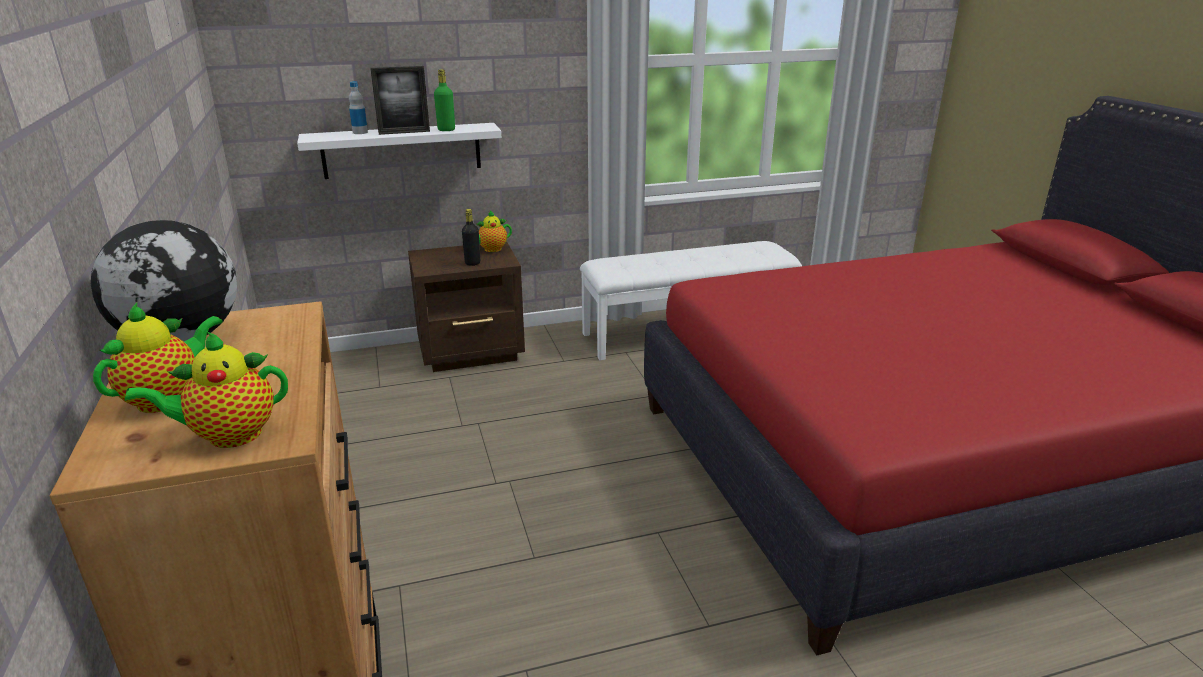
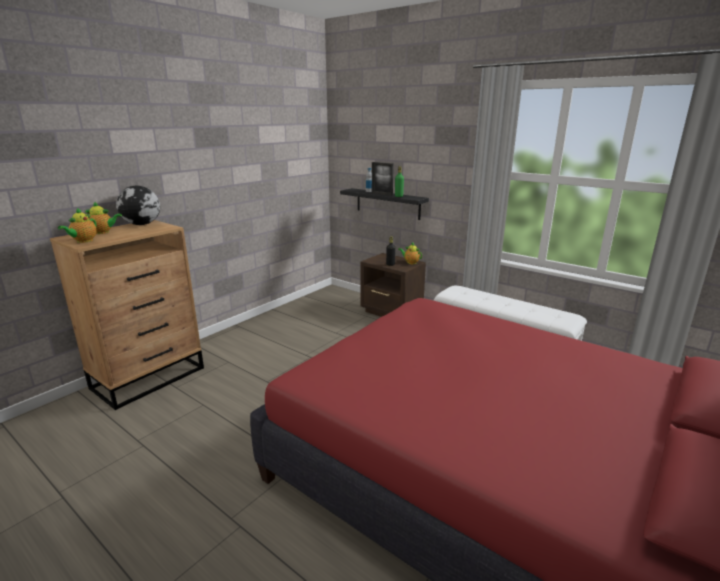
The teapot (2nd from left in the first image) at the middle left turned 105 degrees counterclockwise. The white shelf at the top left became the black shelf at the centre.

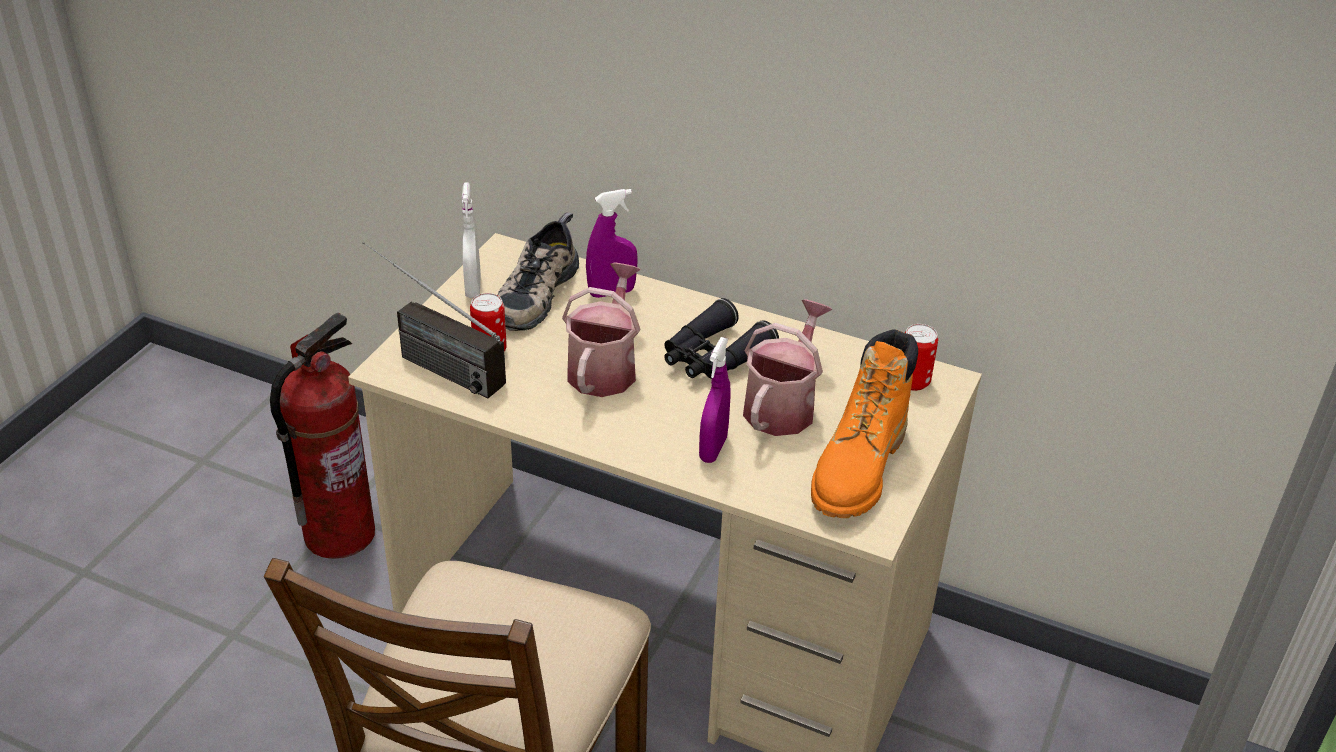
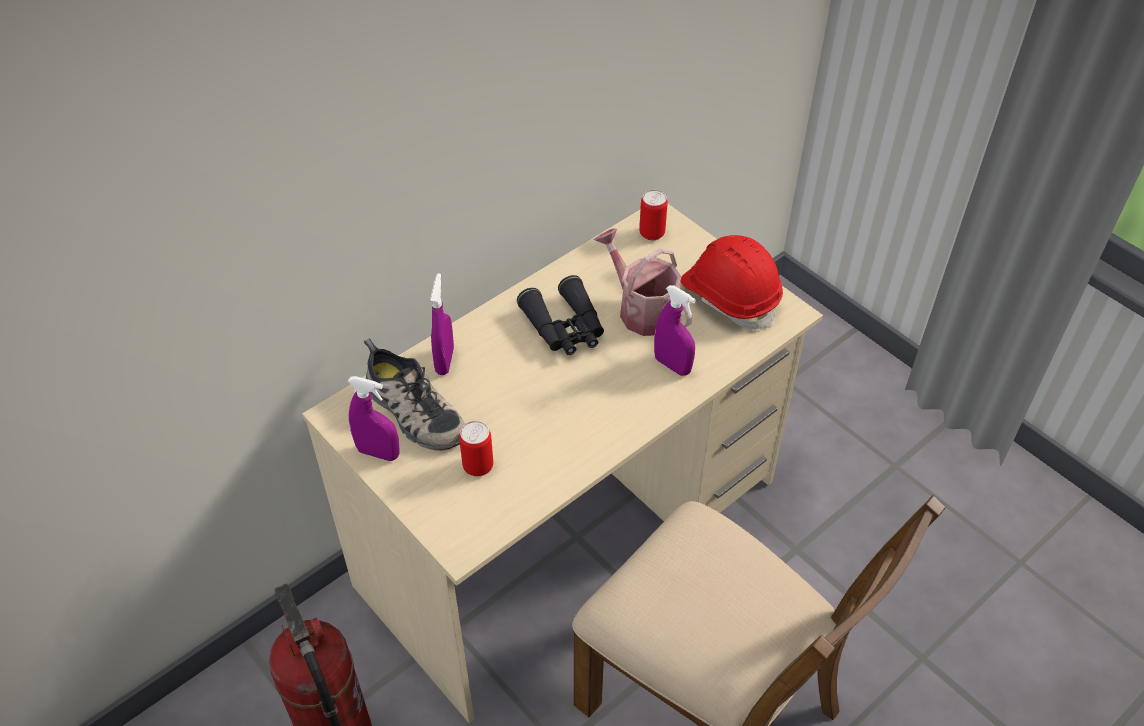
The radio at the middle left disappeared. The white spray bottle at the top centre became the purple spray bottle (1st from left) at the middle left. The watering can (1st from left) at the centre disappeared. The orange boot at the centre was replaced by the red hard hat at the centre.

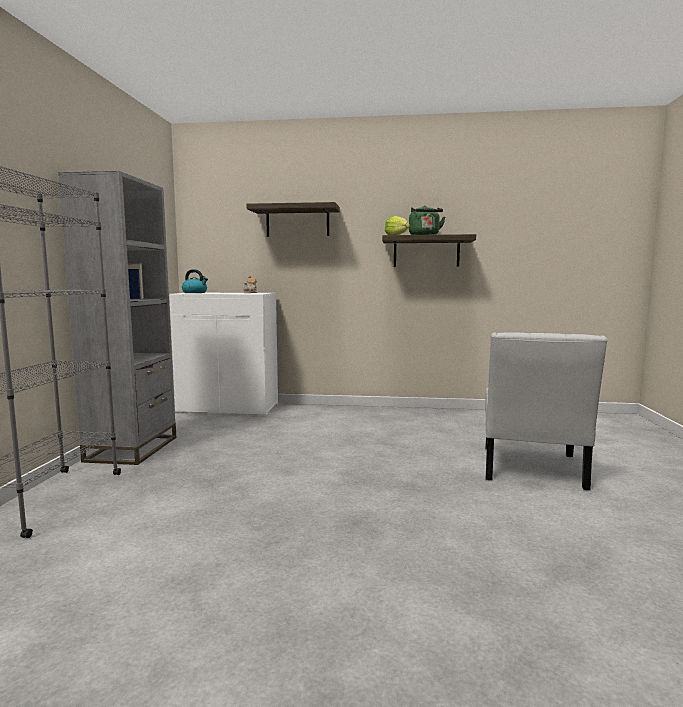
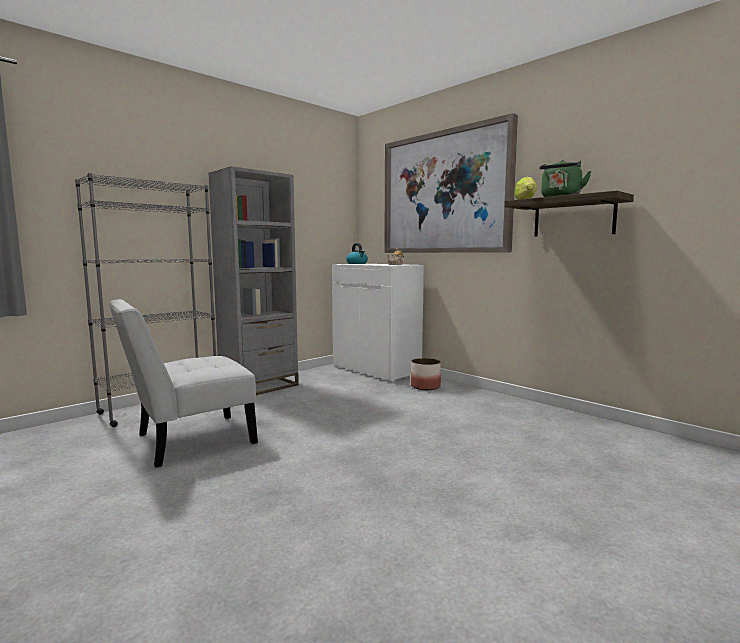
The shelf (1st from left) at the top centre was replaced by the picture at the top centre. The white chair moved from the middle right to the middle left. The planter at the centre appeared.

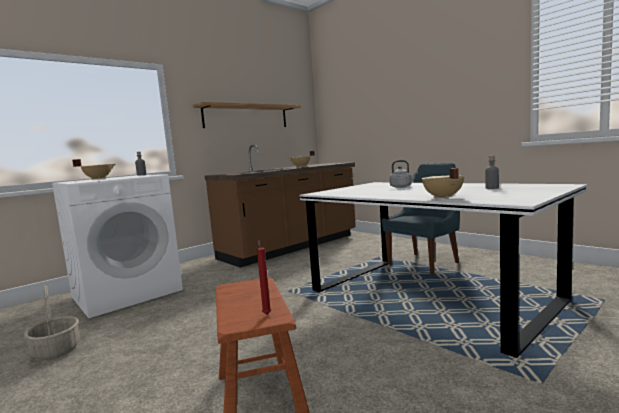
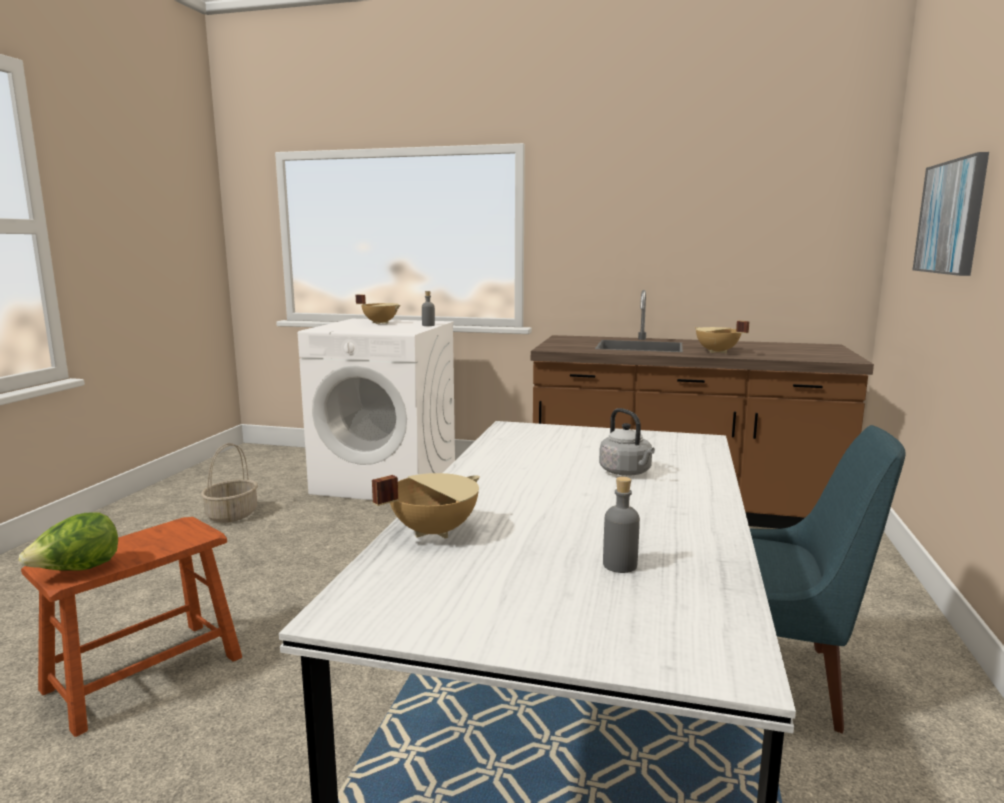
The shelf at the top centre disappeared. The red candle at the bottom centre was replaced by the lettuce at the bottom left. The picture at the top right appeared.

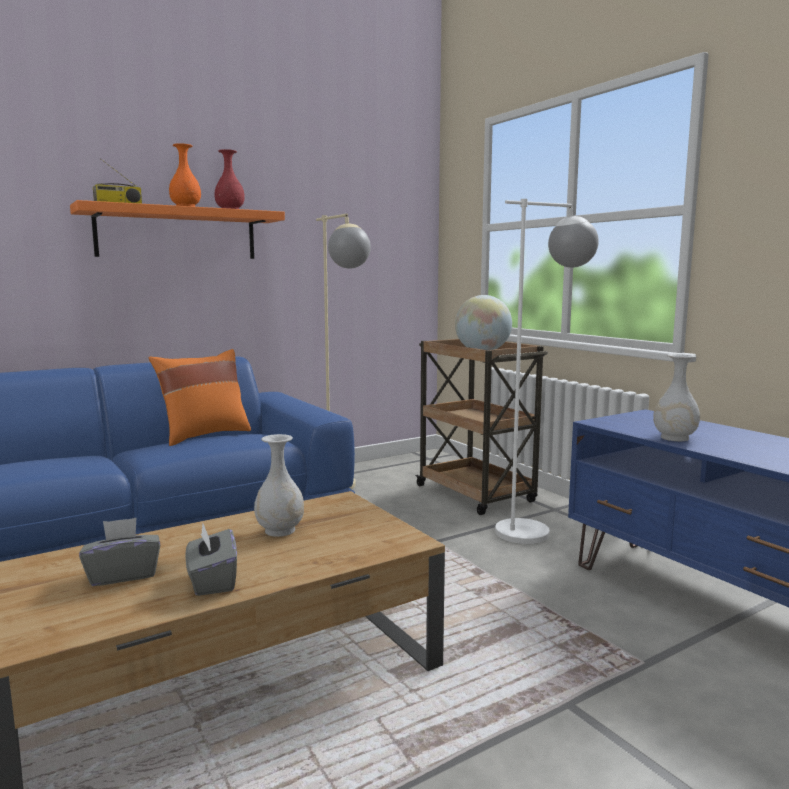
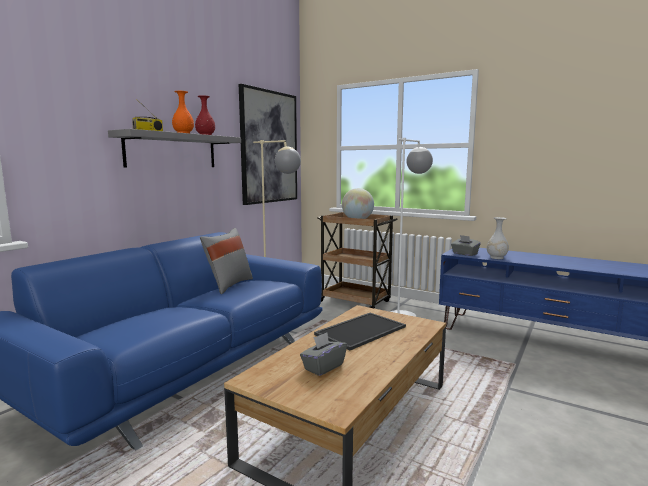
The orange shelf at the top left became the grey shelf at the top left. The orange pillow at the middle left became the grey pillow at the centre. The grey tissue box (2nd from left) moved from the bottom left to the middle right. The white vase (1st from left) at the centre was replaced by the tray at the bottom centre. The picture at the top centre appeared.

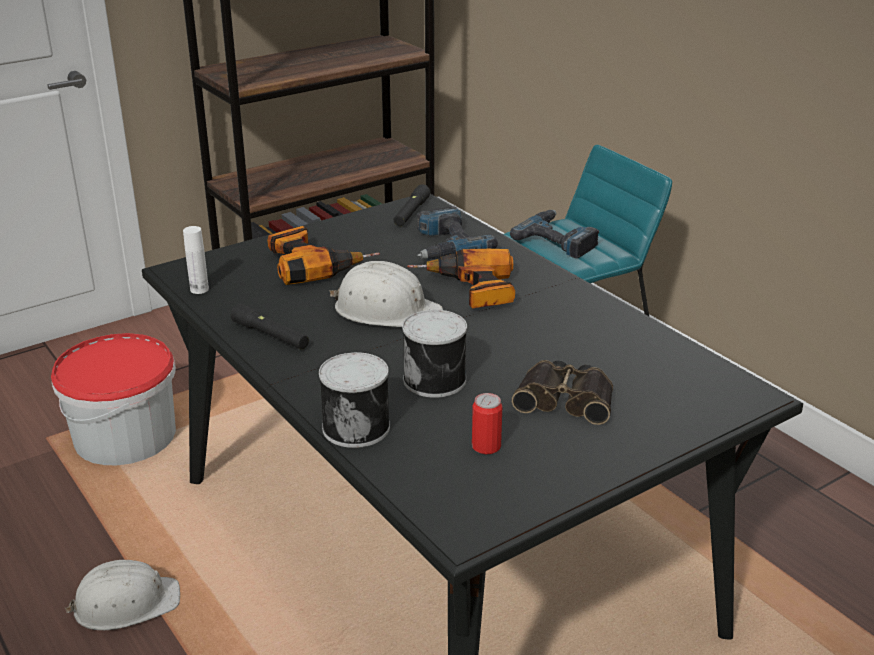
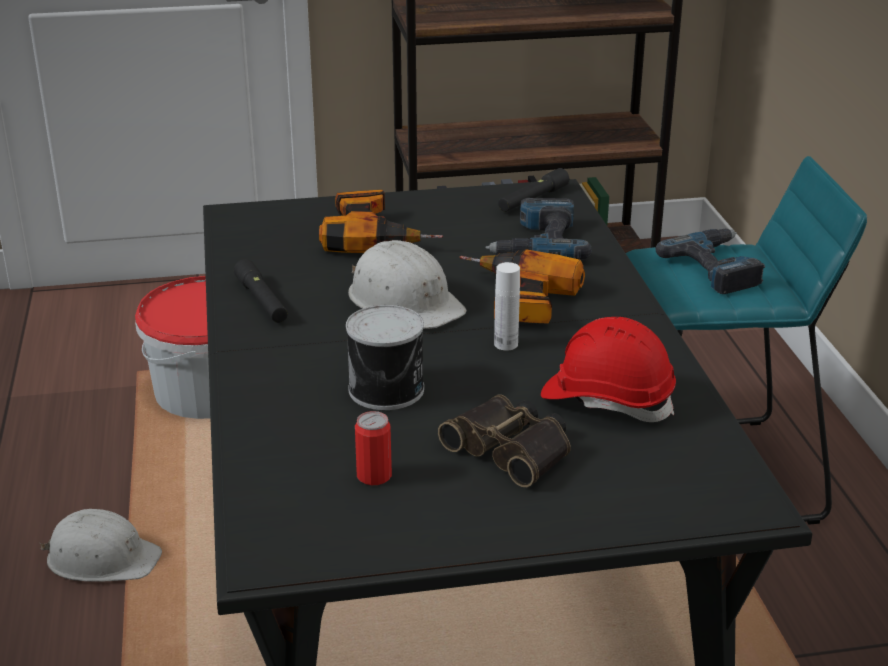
The white bottle moved from the middle left to the centre. The can (1st from left) at the centre disappeared. The red hard hat at the middle right appeared.

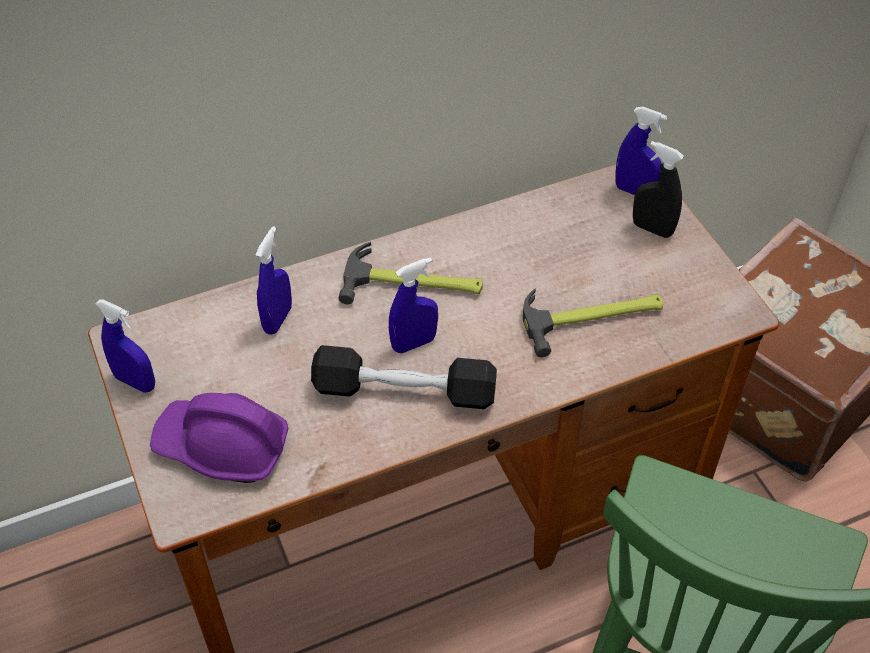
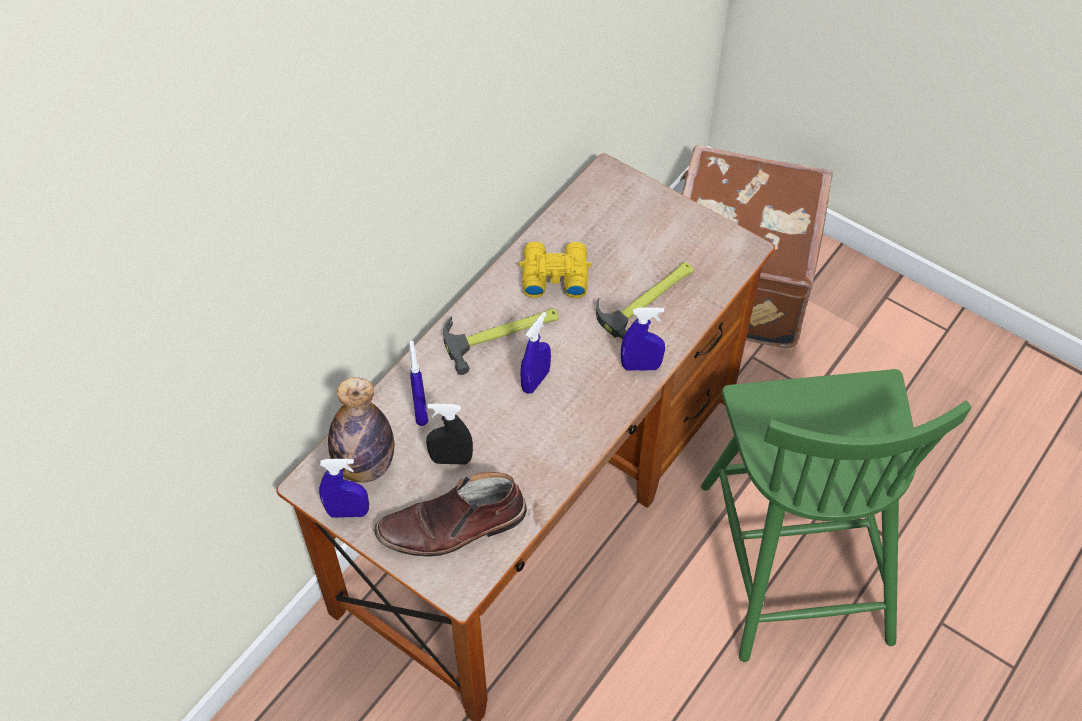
The purple hard hat at the bottom left was replaced by the brown boot at the bottom centre. The black dumbbell at the centre disappeared. The blue spray bottle (4th from left) moved from the top right to the centre. The black spray bottle moved from the top right to the centre. The bottle at the centre appeared. The yellow binoculars at the centre appeared.

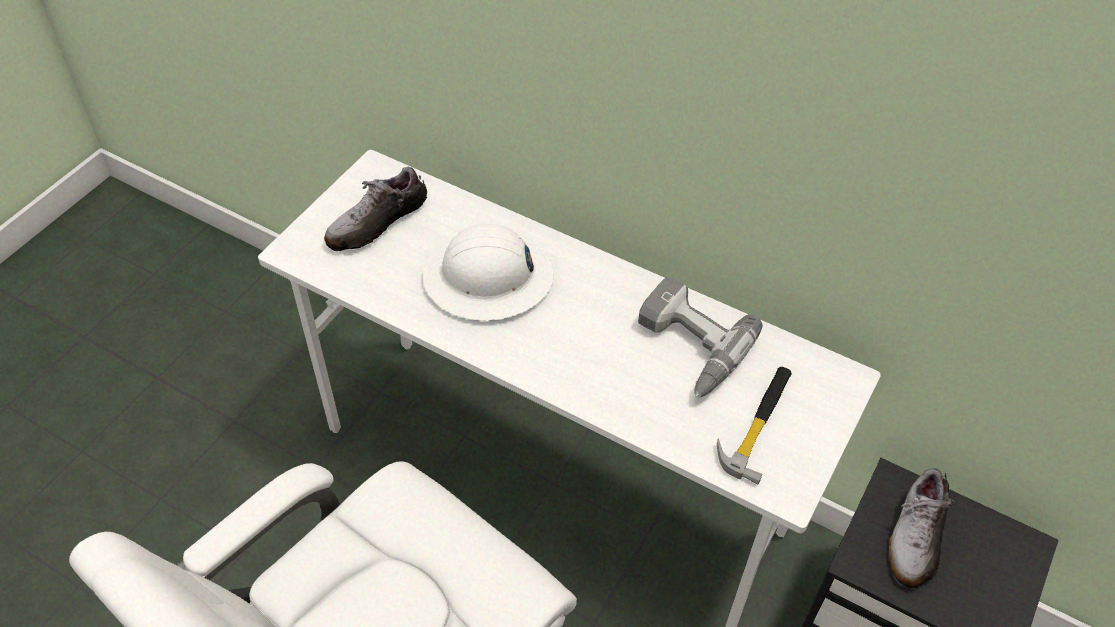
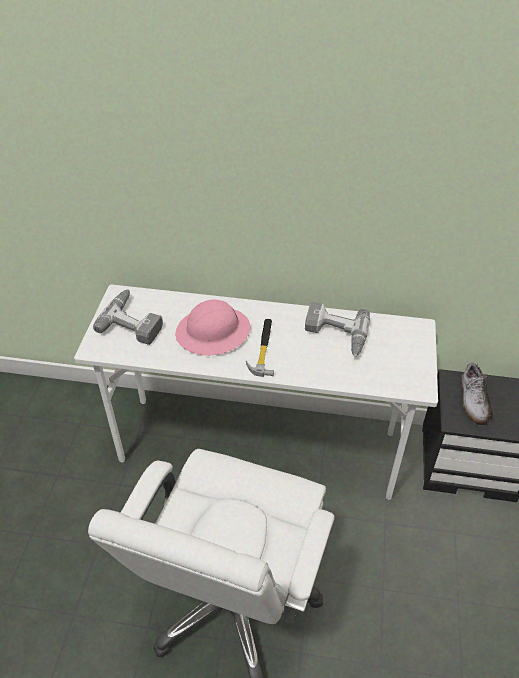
The shoe (1st from left) at the top centre was replaced by the power drill (1st from left) at the middle left. The white hard hat at the centre became the pink hard hat at the centre. The hammer moved from the bottom right to the centre.

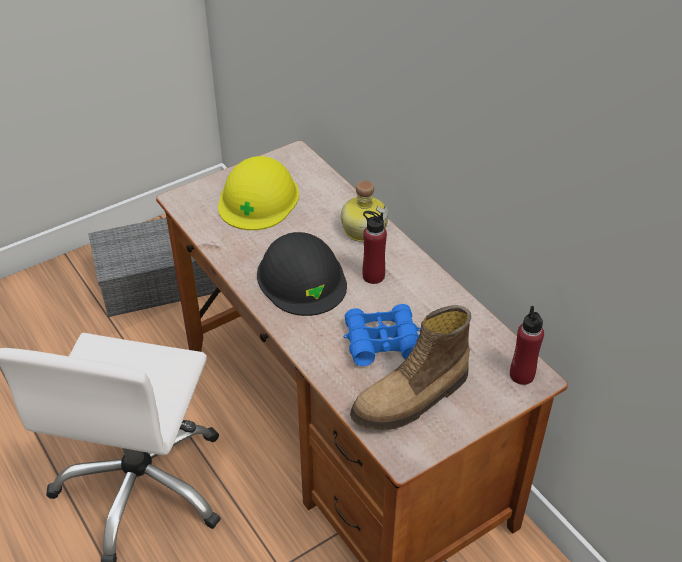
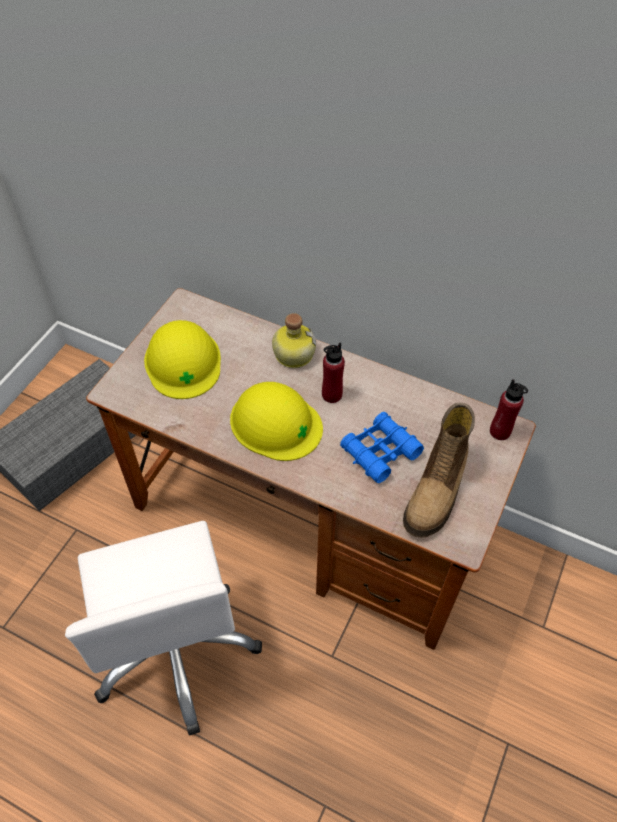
The black hard hat at the centre became the yellow hard hat (2nd from left) at the centre.

